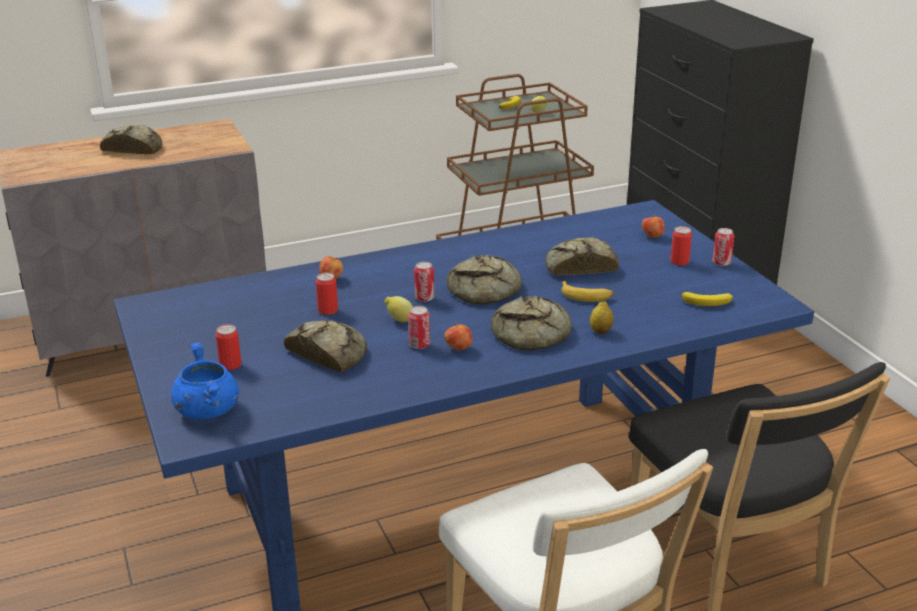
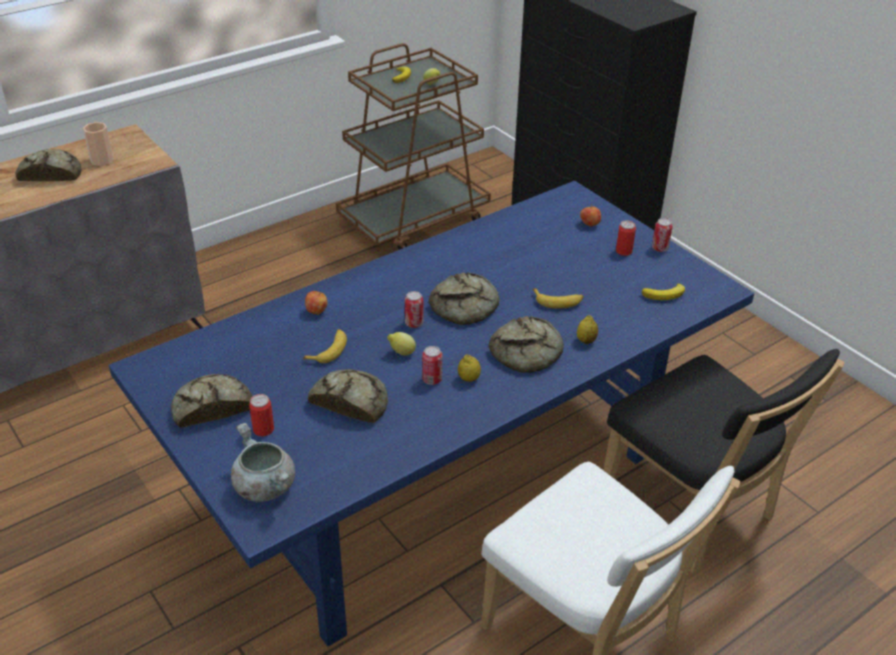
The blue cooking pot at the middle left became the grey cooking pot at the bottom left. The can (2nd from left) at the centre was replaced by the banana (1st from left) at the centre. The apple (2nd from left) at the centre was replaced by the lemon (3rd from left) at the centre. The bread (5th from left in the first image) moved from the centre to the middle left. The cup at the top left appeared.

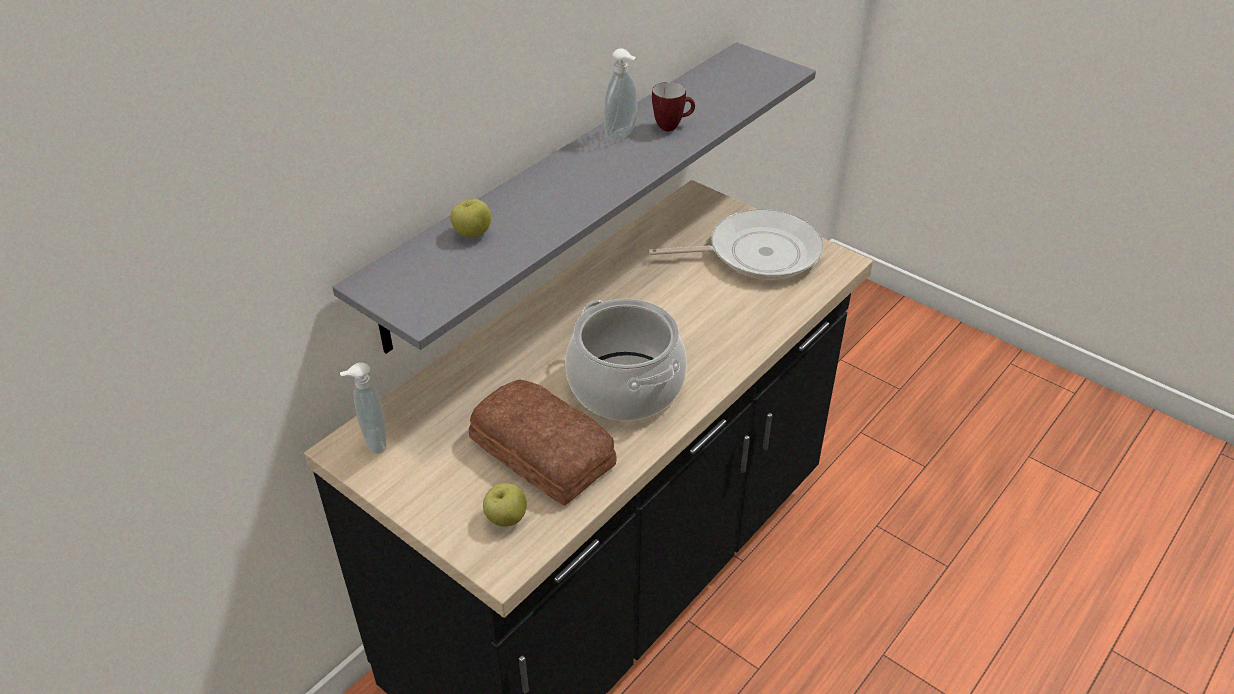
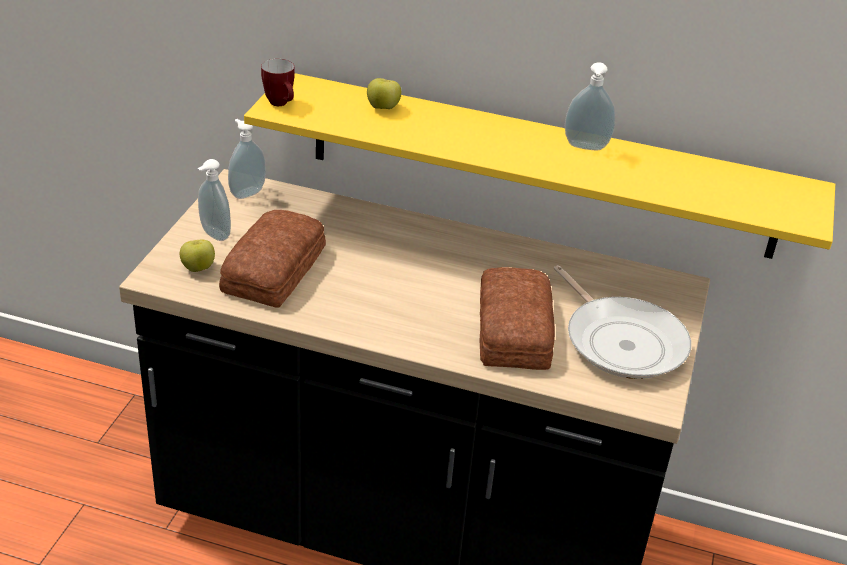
The grey shelf at the top centre became the yellow shelf at the top centre. The cooking pot at the centre disappeared. The mug moved from the top centre to the top left. The soap dispenser (1st from left) at the middle left appeared. The bread (2nd from left) at the centre appeared.

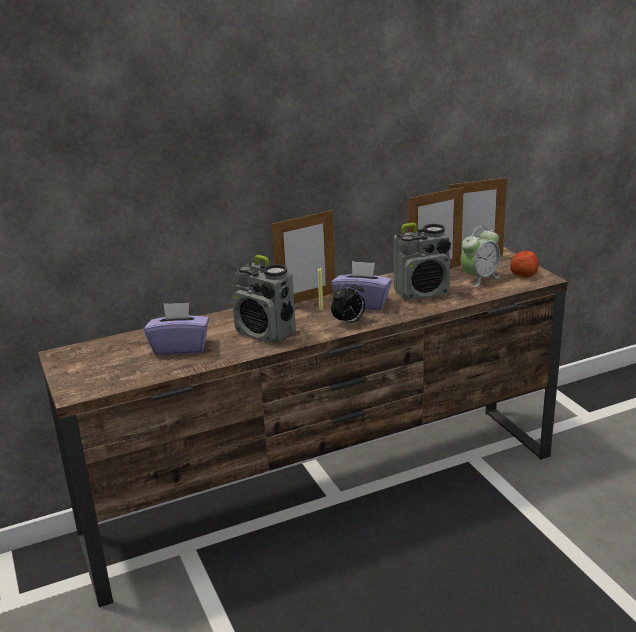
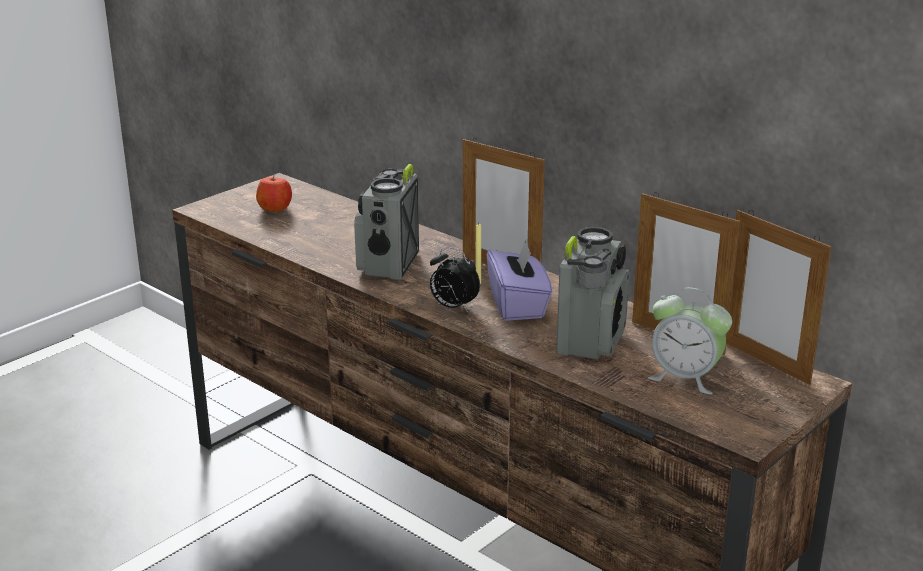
The purple tissue box (1st from left) at the middle left disappeared. The radio (2nd from left) at the centre turned 120 degrees counterclockwise. The apple moved from the middle right to the middle left.

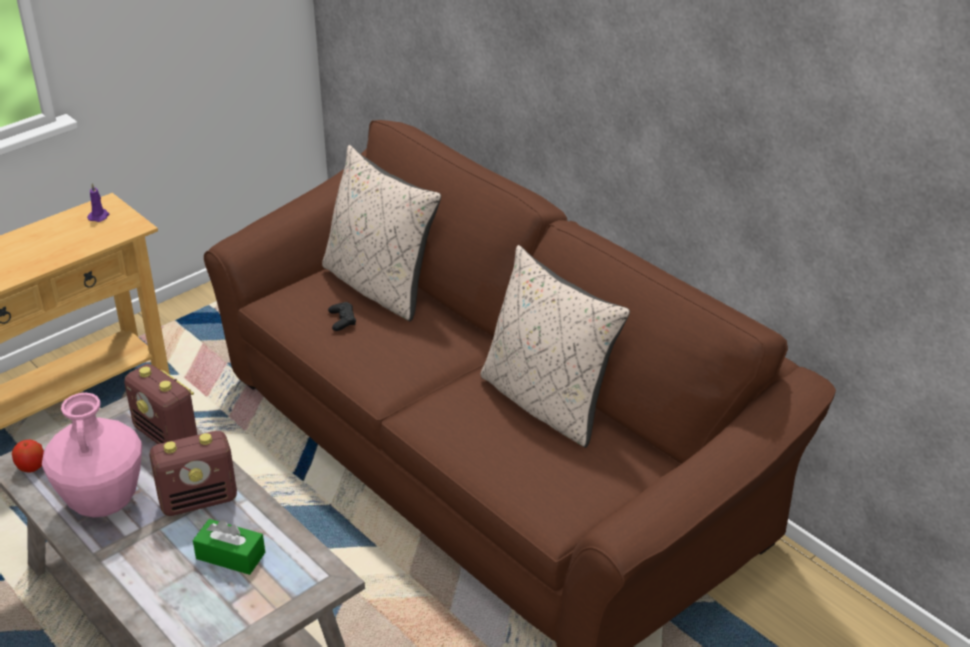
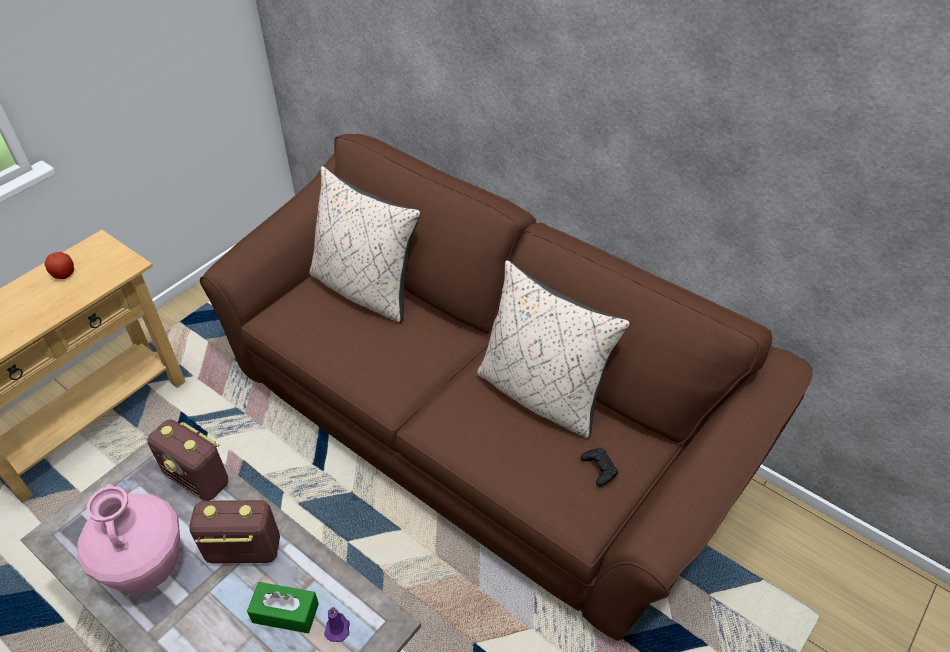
The apple moved from the bottom left to the middle left. The purple candle moved from the top left to the bottom centre. The radio (2nd from left) at the bottom left turned 150 degrees counterclockwise. The black game controller moved from the centre to the bottom centre.

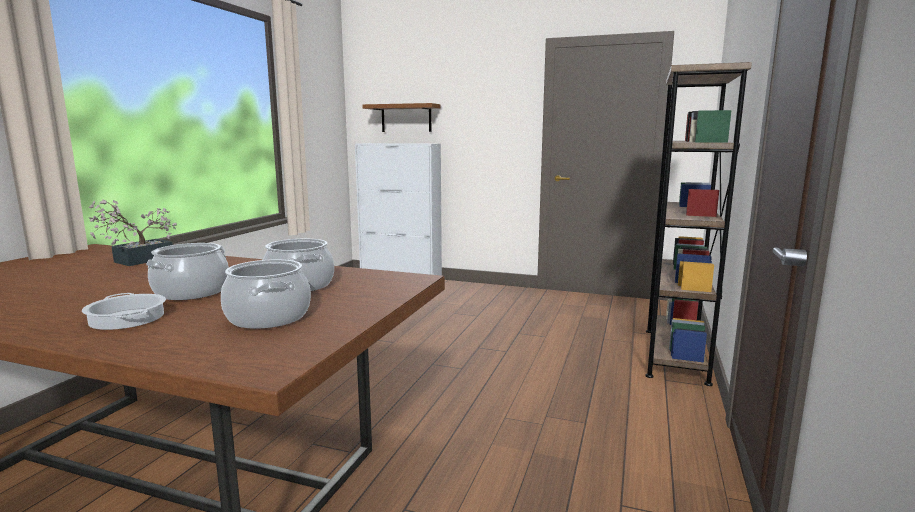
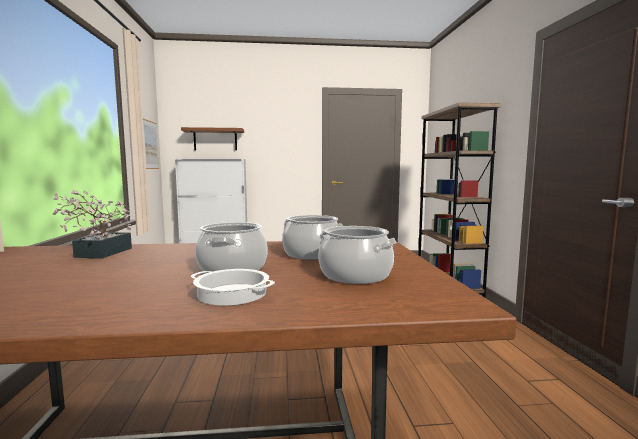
The picture at the top left appeared.

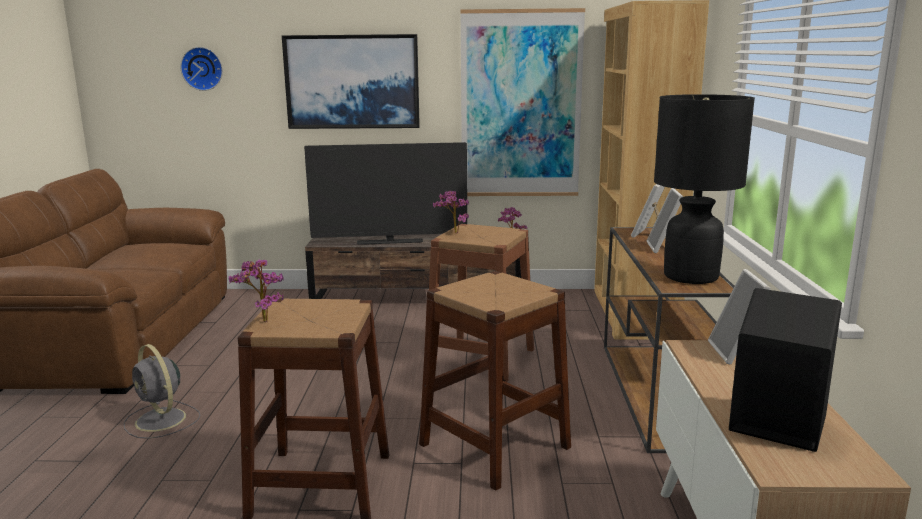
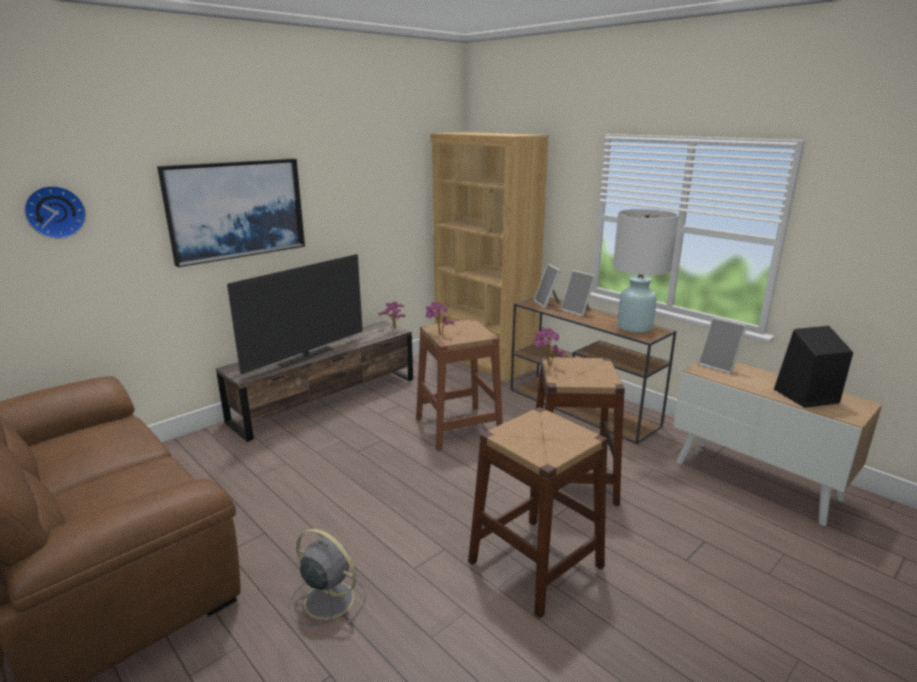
The grey fan at the bottom left turned 150 degrees counterclockwise. The potted plant (1st from left in the first image) moved from the middle left to the centre. The picture (2nd from left) at the top centre disappeared. The black table lamp at the middle right became the white table lamp at the middle right.

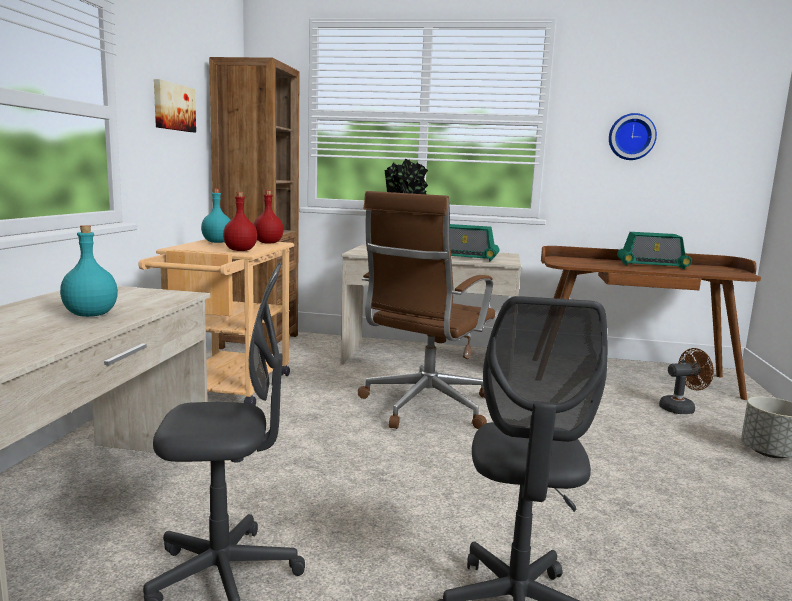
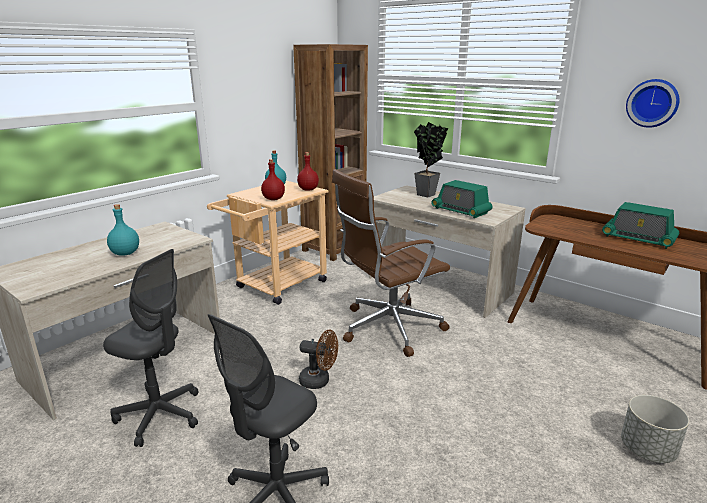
The picture at the top left disappeared. The brown fan moved from the middle right to the bottom centre.

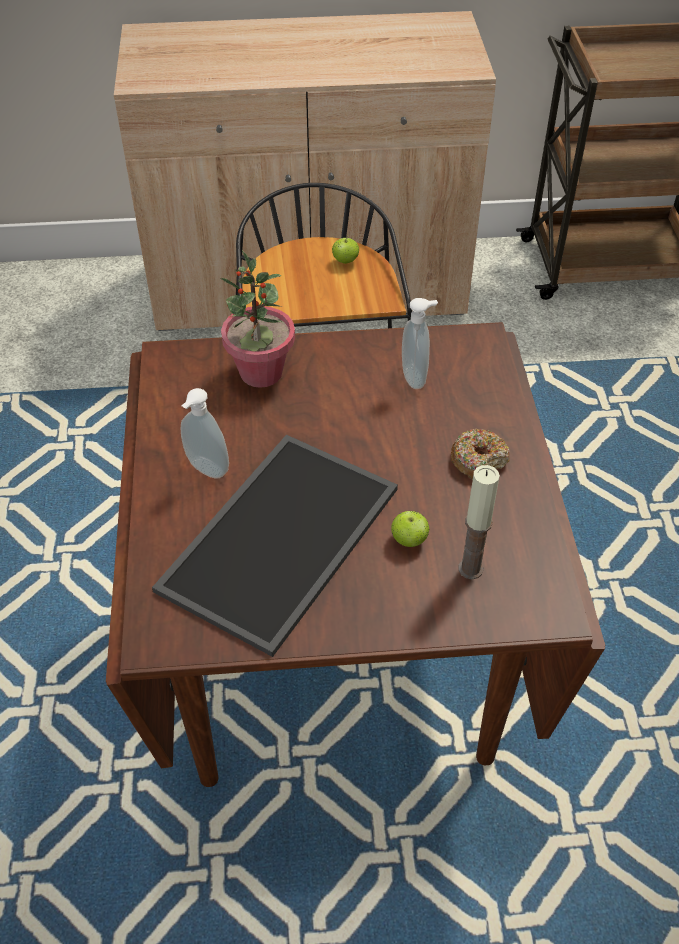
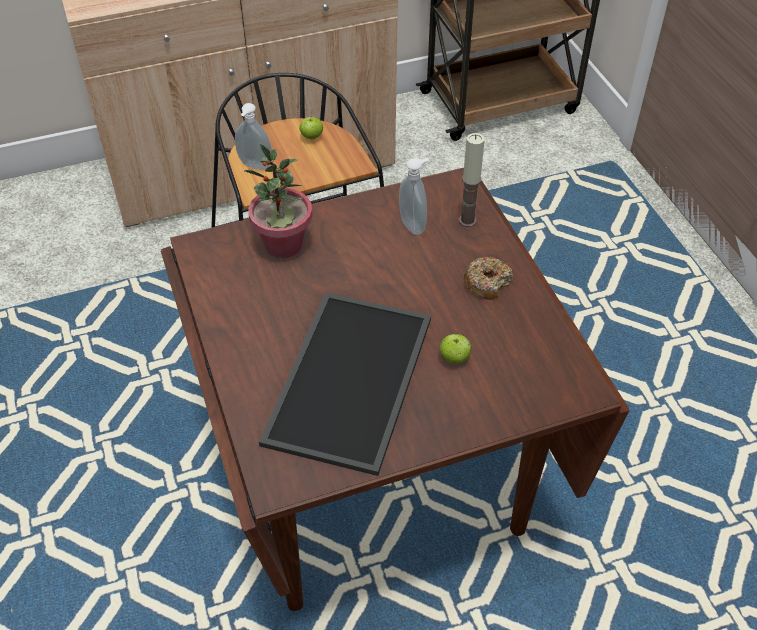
The soap dispenser (1st from left) moved from the middle left to the top centre. The candle moved from the middle right to the top centre.

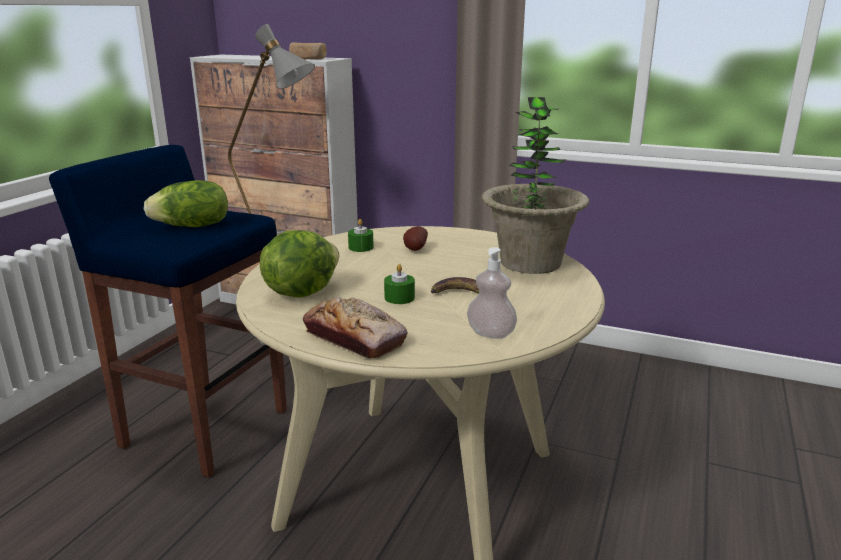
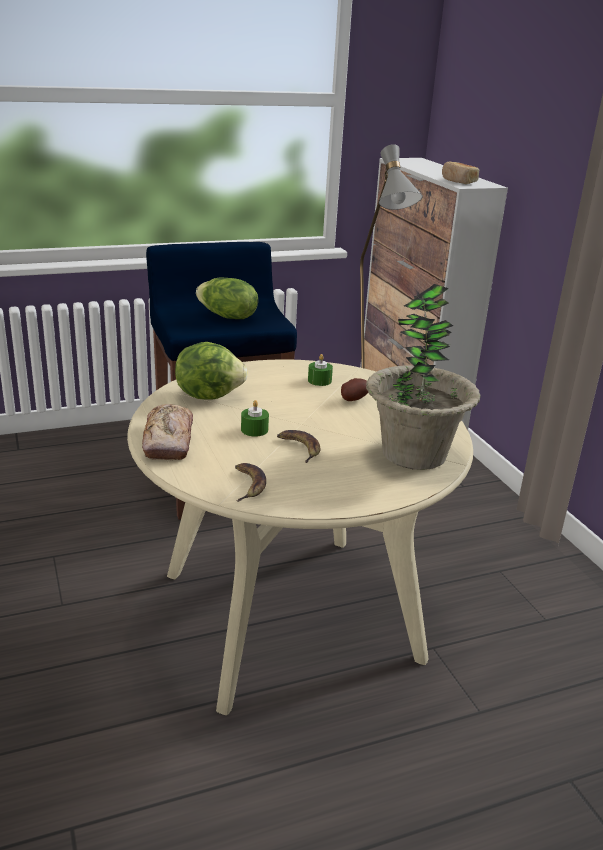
The soap dispenser at the centre was replaced by the banana (1st from left) at the centre.

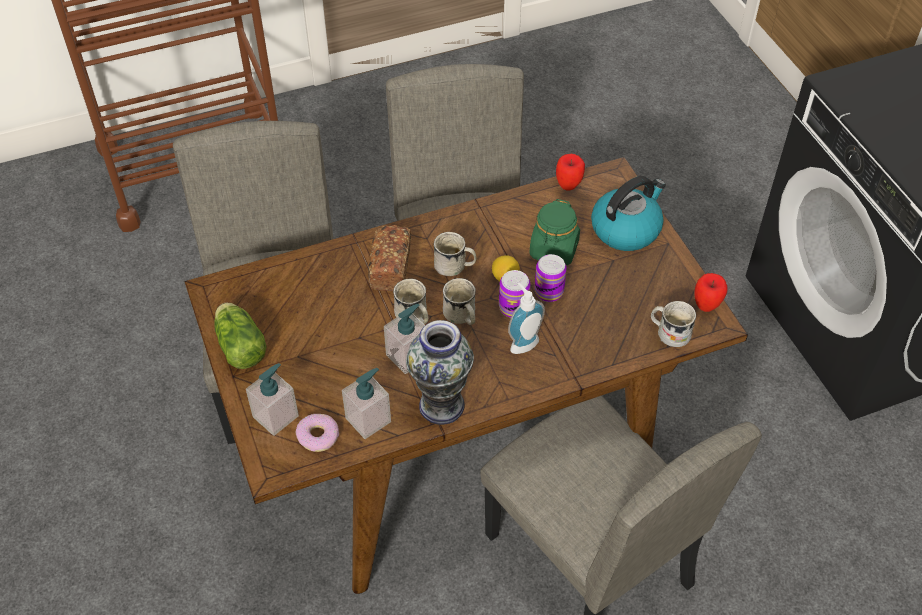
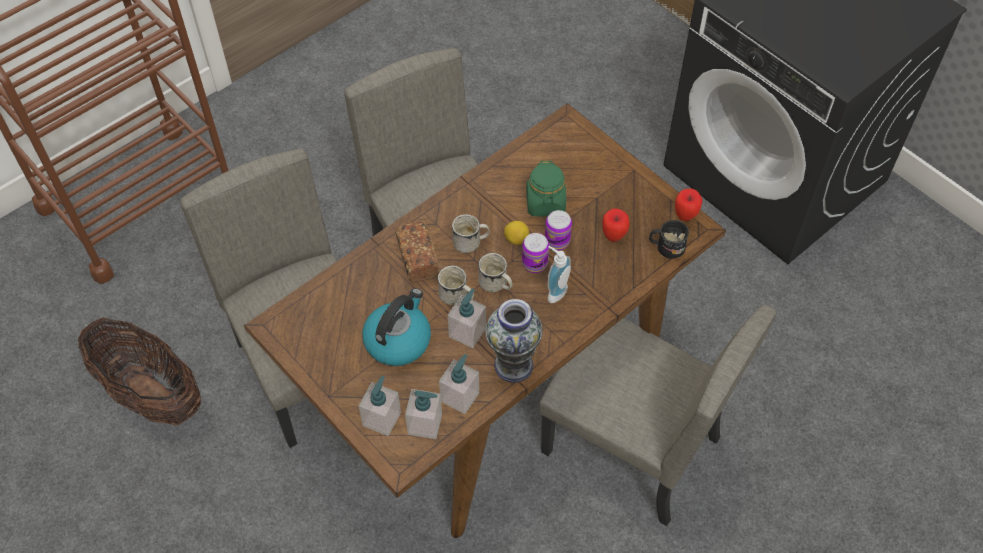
The lettuce at the middle left disappeared. The donut at the bottom centre was replaced by the soap dispenser (2nd from left) at the bottom centre. The apple (1st from left) moved from the top centre to the centre. The kettle moved from the middle right to the centre. The white mug (4th from left) at the middle right became the black mug at the middle right. The basket at the bottom left appeared.

